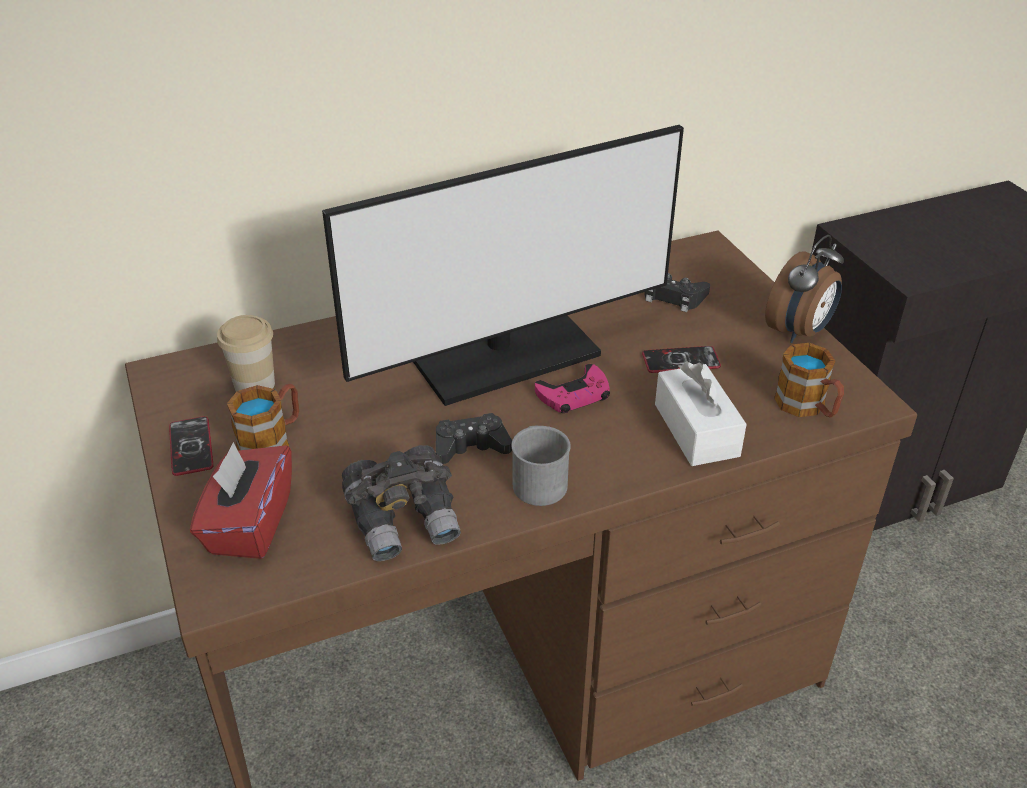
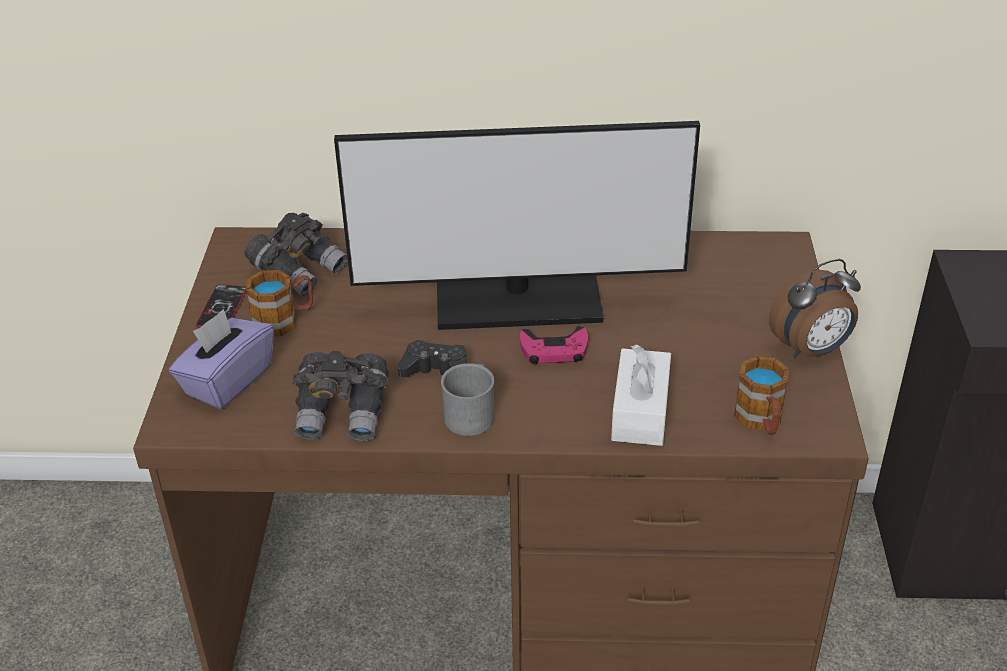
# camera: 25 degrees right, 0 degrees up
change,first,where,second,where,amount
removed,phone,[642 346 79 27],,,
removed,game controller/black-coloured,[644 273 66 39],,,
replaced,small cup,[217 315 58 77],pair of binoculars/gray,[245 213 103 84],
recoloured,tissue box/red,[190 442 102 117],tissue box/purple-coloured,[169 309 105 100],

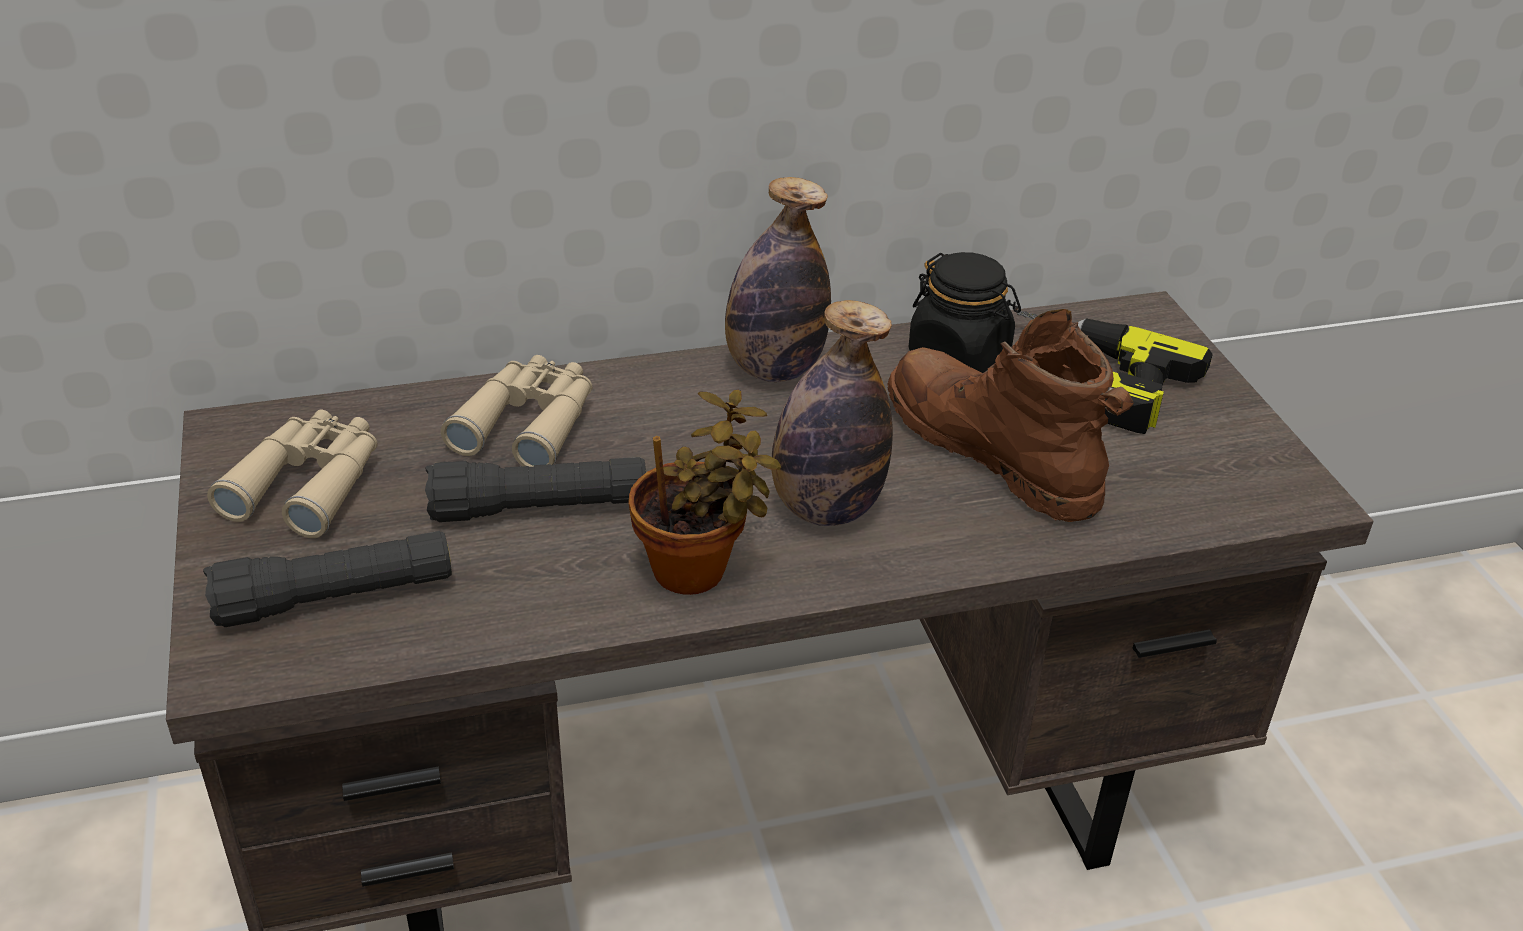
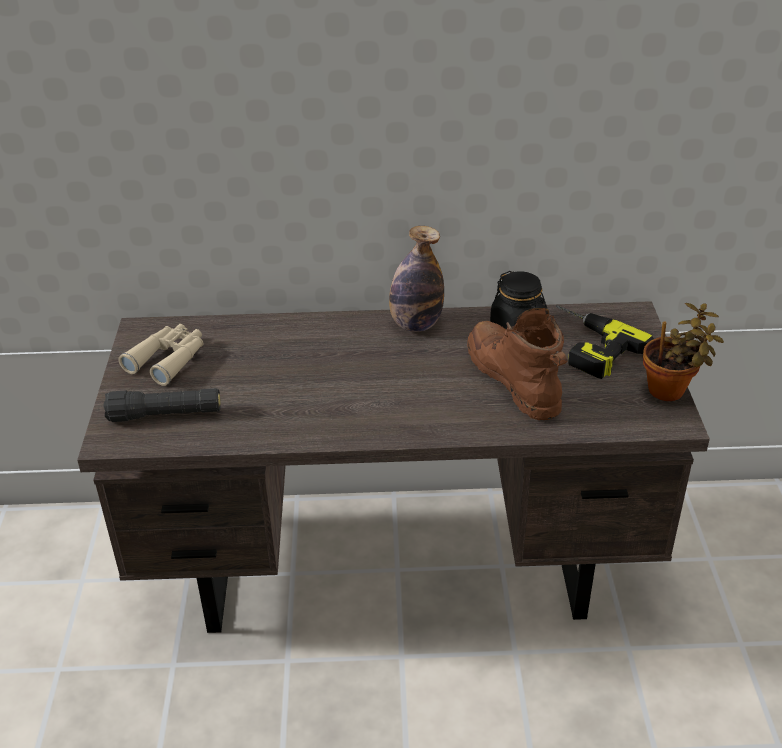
# camera: 15 degrees right, 0 degrees up
change,first,where,second,where,amount
removed,flashlight/black-coloured,[425 457 221 65],,,
removed,pair of binoculars/sand-coloured,[441 355 152 112],,,
removed,beverage bottle,[772 300 121 226],,,
moved,potted plant,[628 390 153 205],,[643 303 81 98],

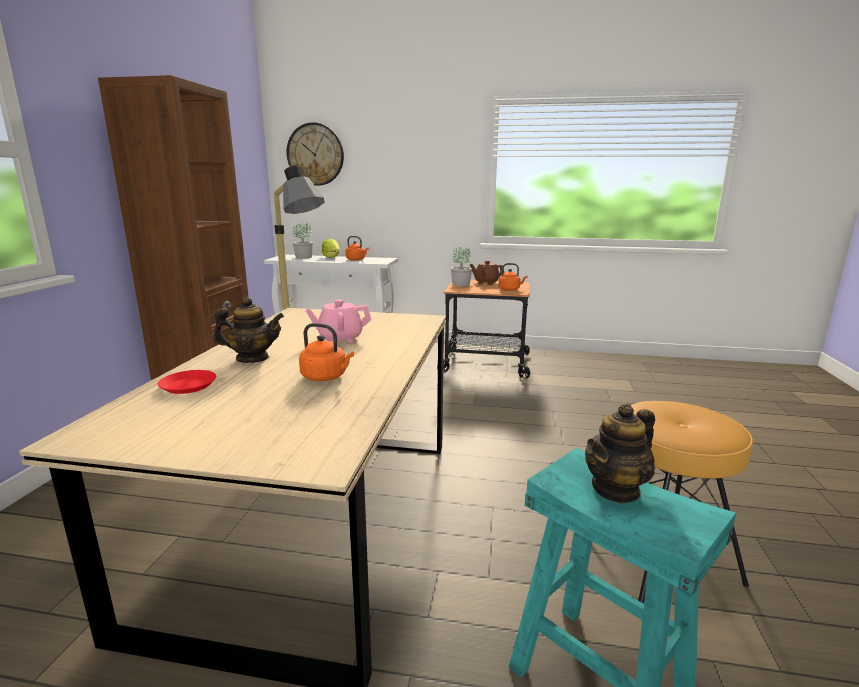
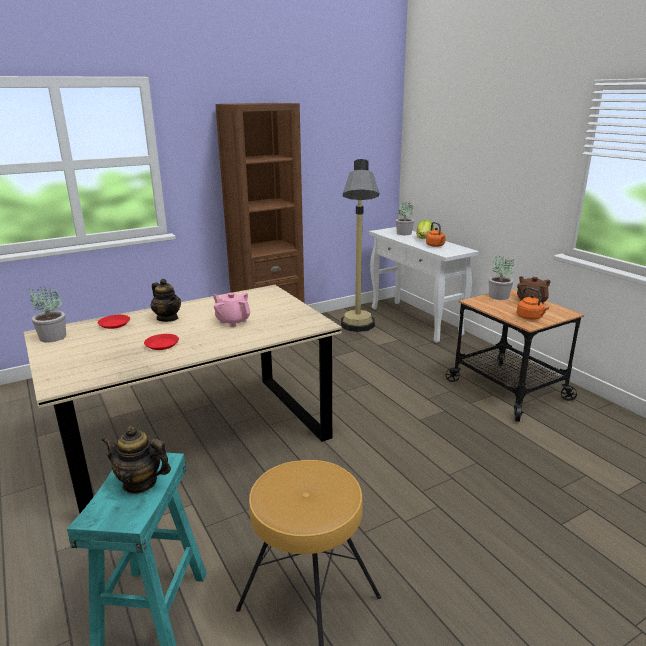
# camera: 50 degrees right, 5 degrees up
change,first,where,second,where,amount
removed,hanging clock,[287 122 57 64],,,
added,,,potted plant,[29 286 37 57],
replaced,water kettle/orange-coloured,[299 323 55 58],dinner plate/red,[144 334 35 16],

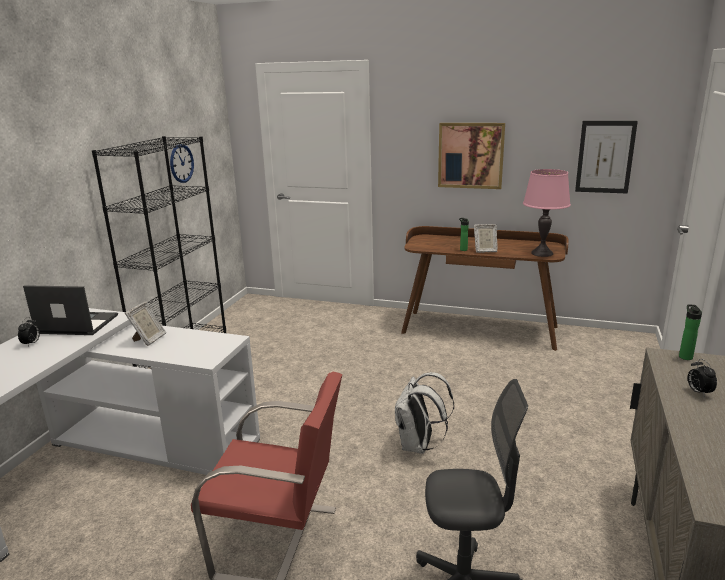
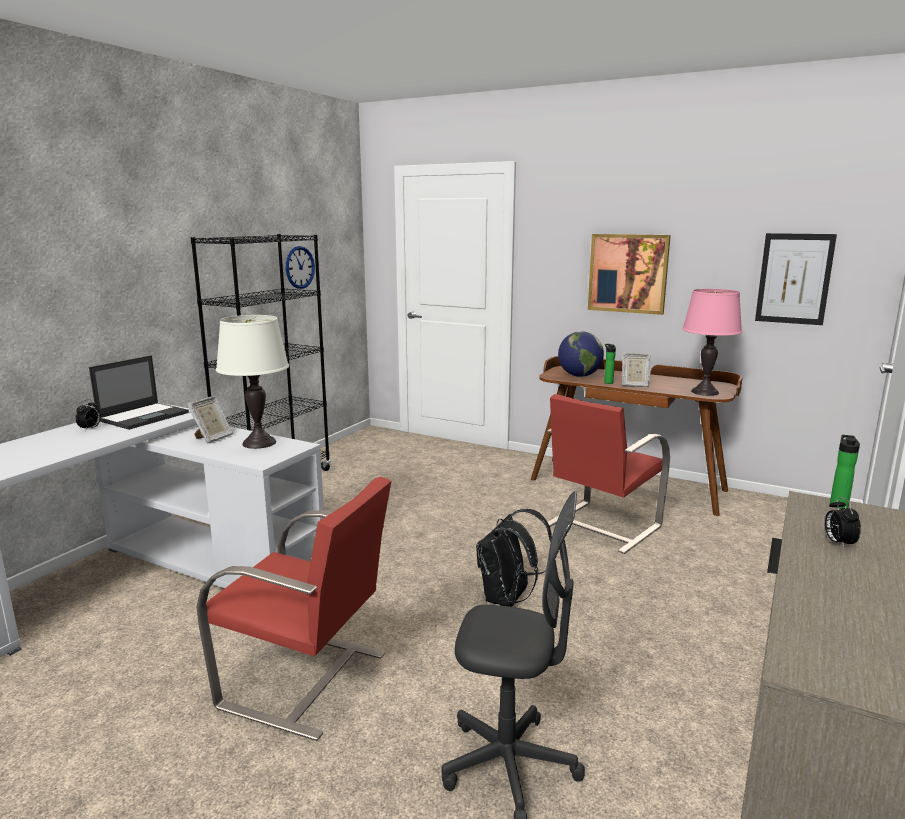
# camera: 10 degrees right, 5 degrees down
change,first,where,second,where,amount
added,,,table lamp/whitish,[216 315 73 134],
added,,,upright chair/red,[544 394 126 160],
added,,,desk globe,[558 331 46 46],
recoloured,knapsack/whitish,[395 372 59 82],knapsack/black-coloured,[476 509 76 98],
turned,notebook computer,[23 285 95 50],,[89 355 100 75],105 degrees clockwise

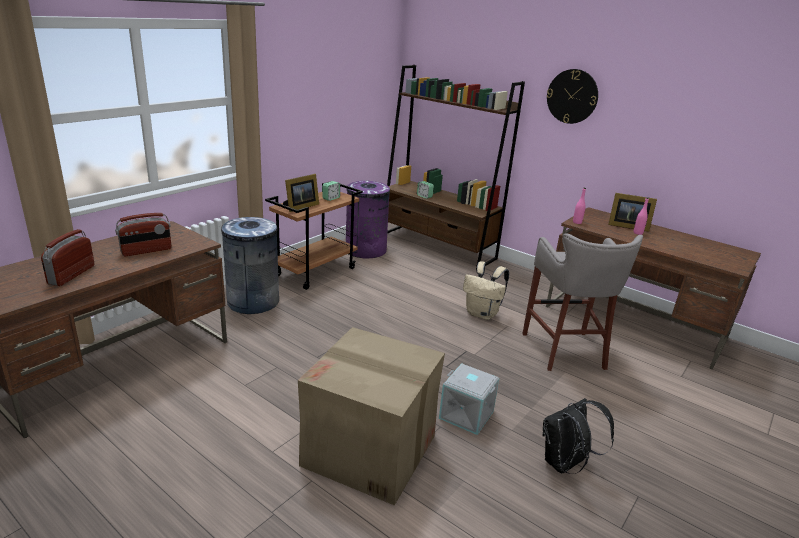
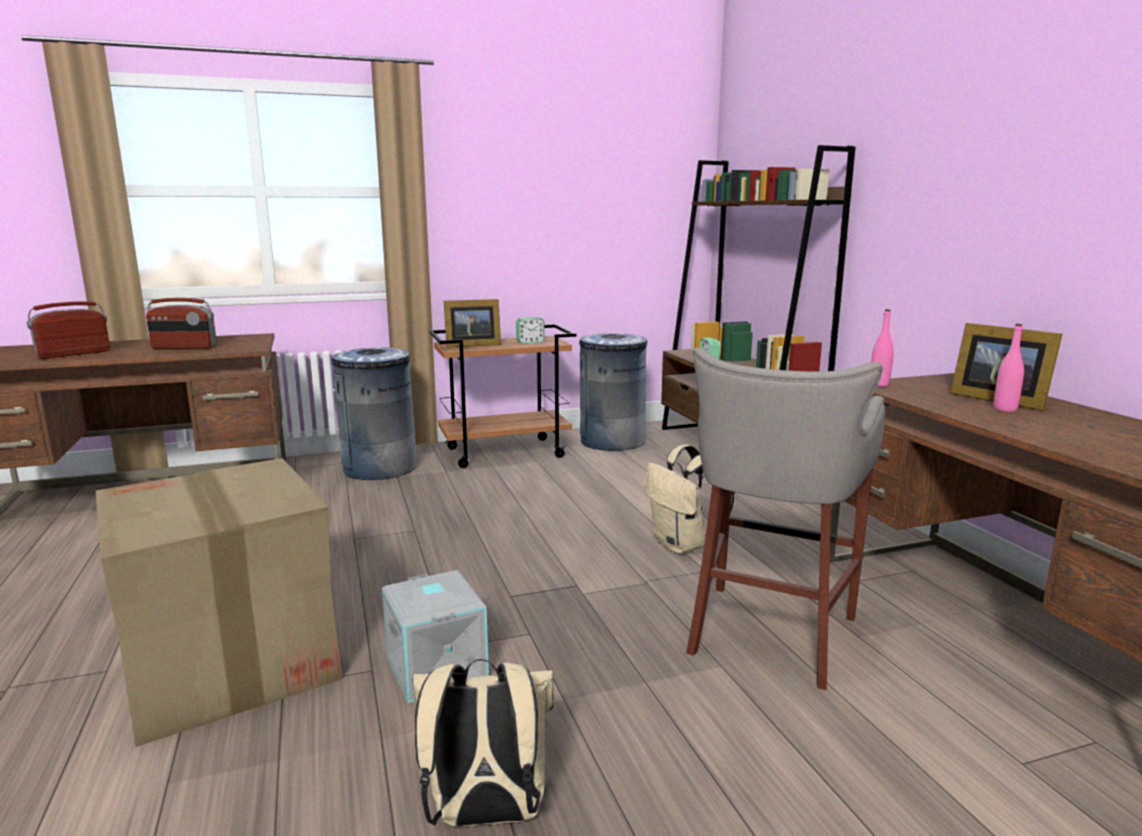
# camera: 35 degrees right, 10 degrees down
change,first,where,second,where,amount
removed,hanging clock,[547 69 51 55],,,
recoloured,trash can/purple-coloured,[346 181 44 78],trash can/gray,[579 333 68 118],
recoloured,knapsack/black-coloured,[542 398 72 76],knapsack/sand-coloured,[412 659 142 168],

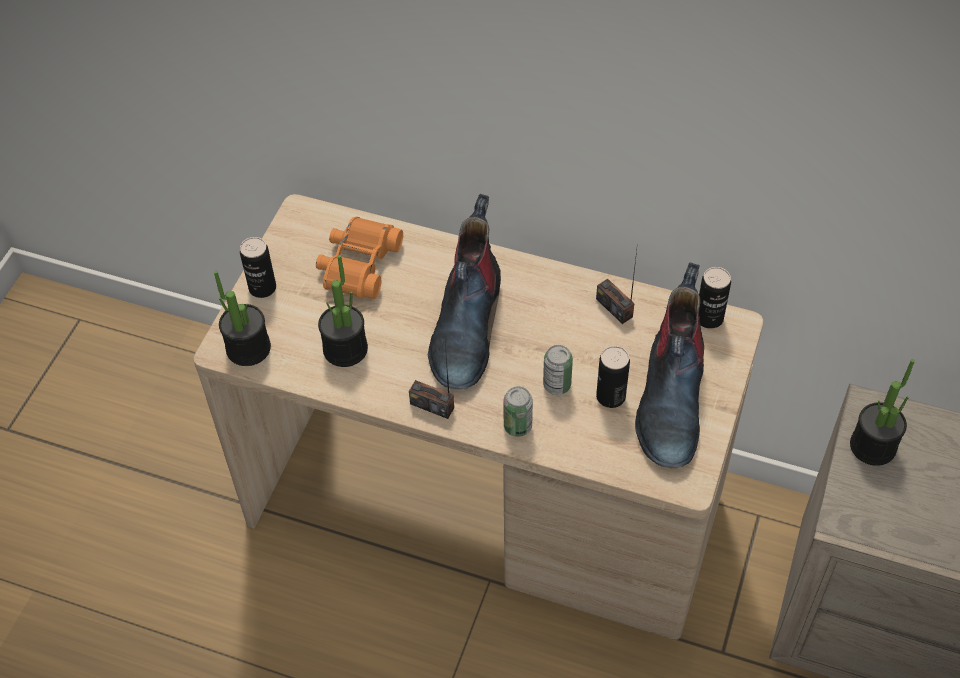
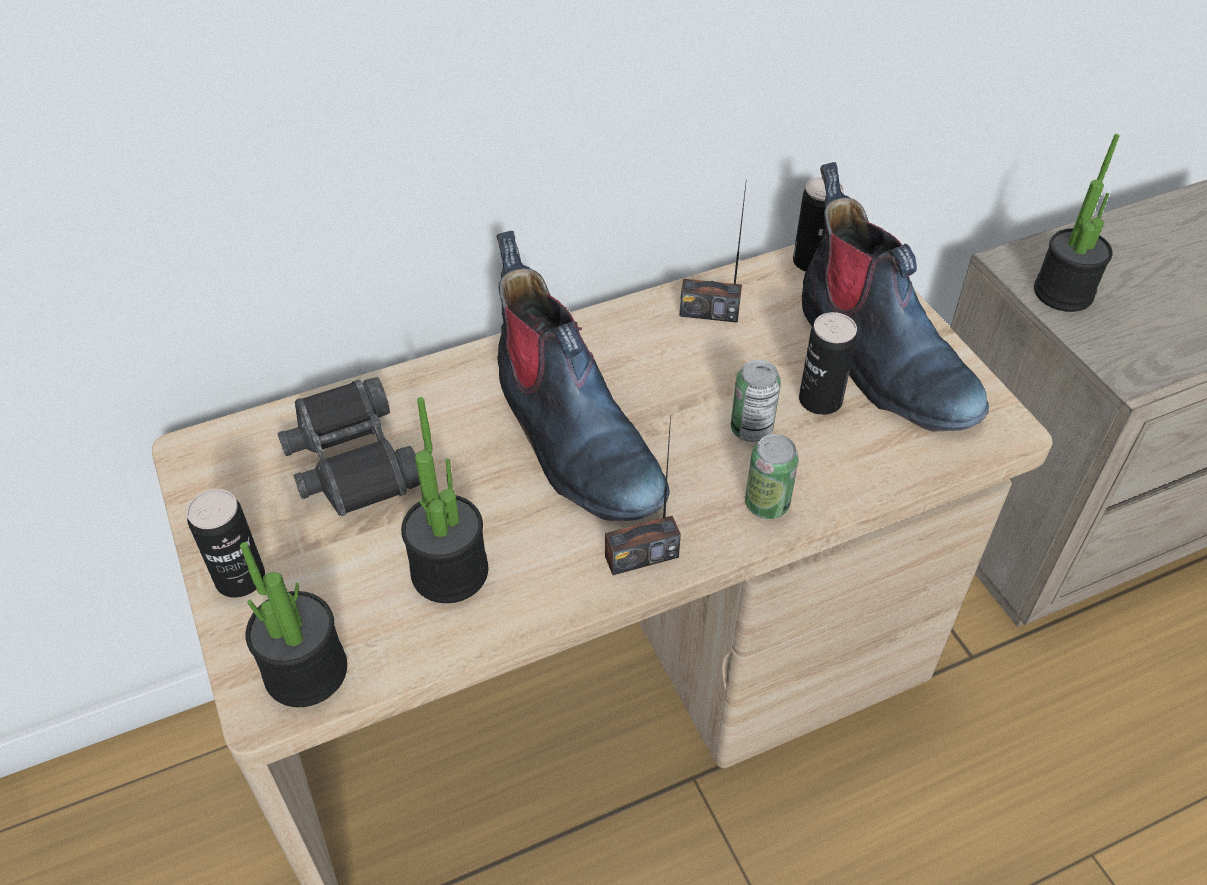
# camera: 45 degrees left, 5 degrees down
change,first,where,second,where,amount
recoloured,pair of binoculars/orange-coloured,[316 216 87 83],pair of binoculars/black-coloured,[278 377 142 139],

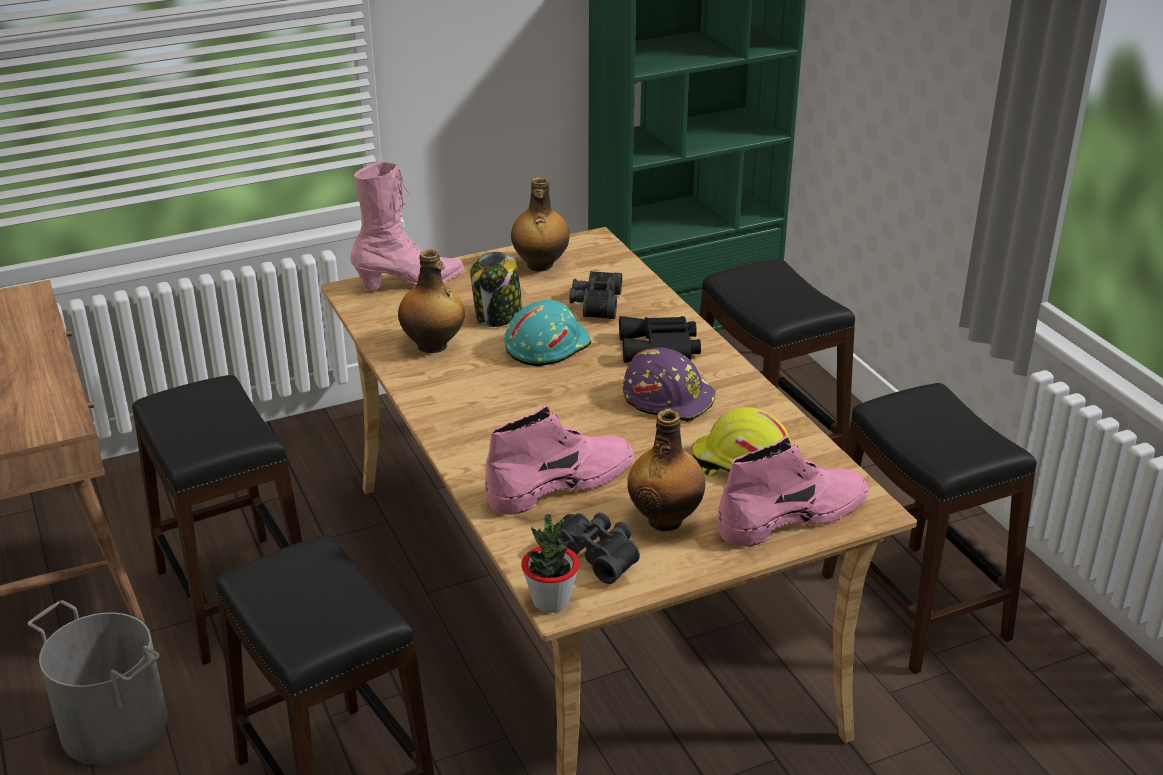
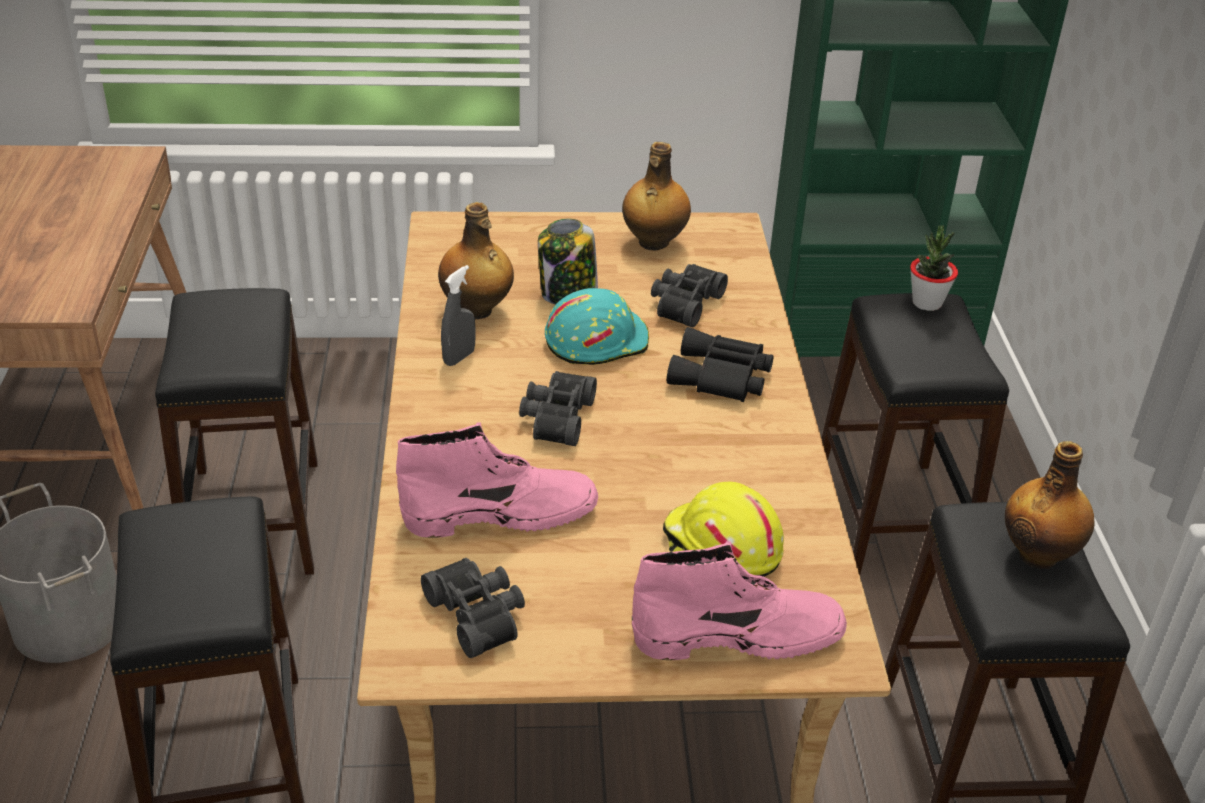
# camera: 20 degrees right, 5 degrees up
change,first,where,second,where,amount
removed,tall boot/pinkish,[351 162 113 127],,,
removed,work helmet/purple-coloured,[623 347 93 75],,,
added,,,sprayer/gray,[441 265 35 101],
added,,,pair of binoculars/black-coloured,[519 371 78 75],
moved,potted plant,[521 514 59 99],,[910 225 48 86],
moved,beverage bottle,[627 410 79 121],,[1005 441 90 128],

